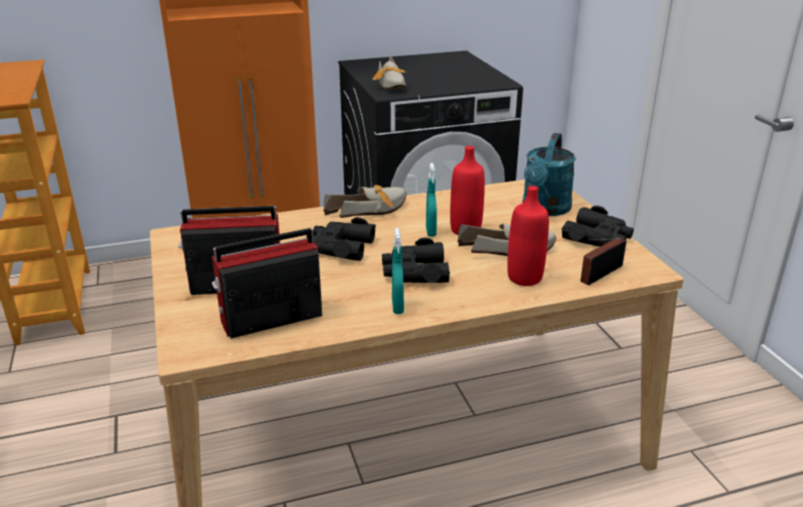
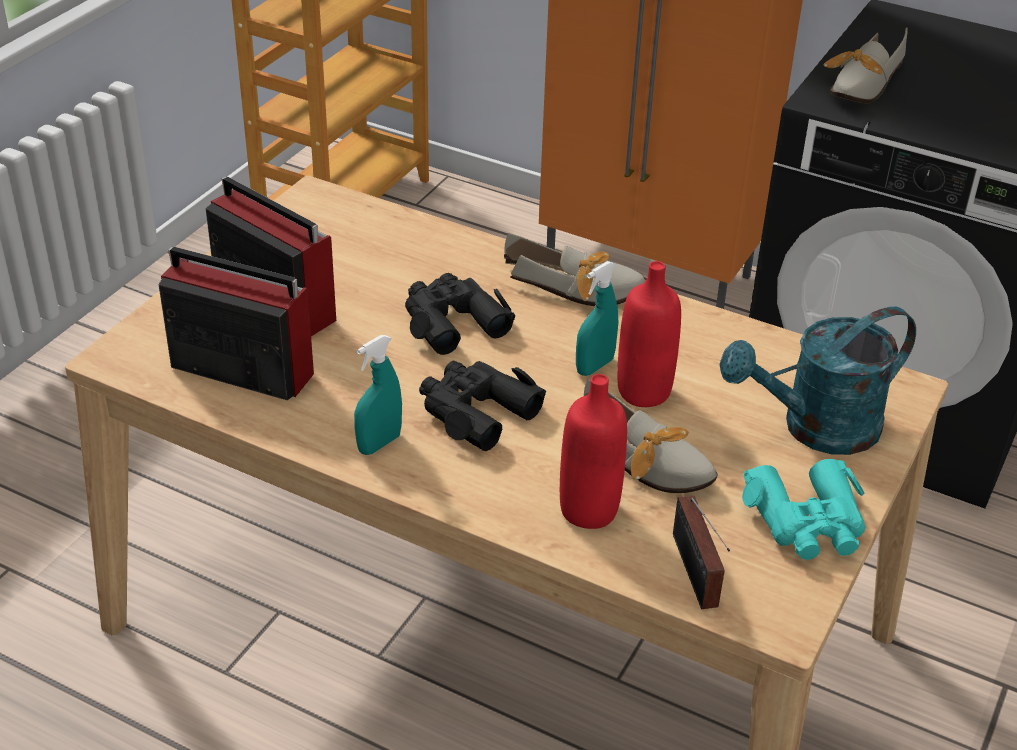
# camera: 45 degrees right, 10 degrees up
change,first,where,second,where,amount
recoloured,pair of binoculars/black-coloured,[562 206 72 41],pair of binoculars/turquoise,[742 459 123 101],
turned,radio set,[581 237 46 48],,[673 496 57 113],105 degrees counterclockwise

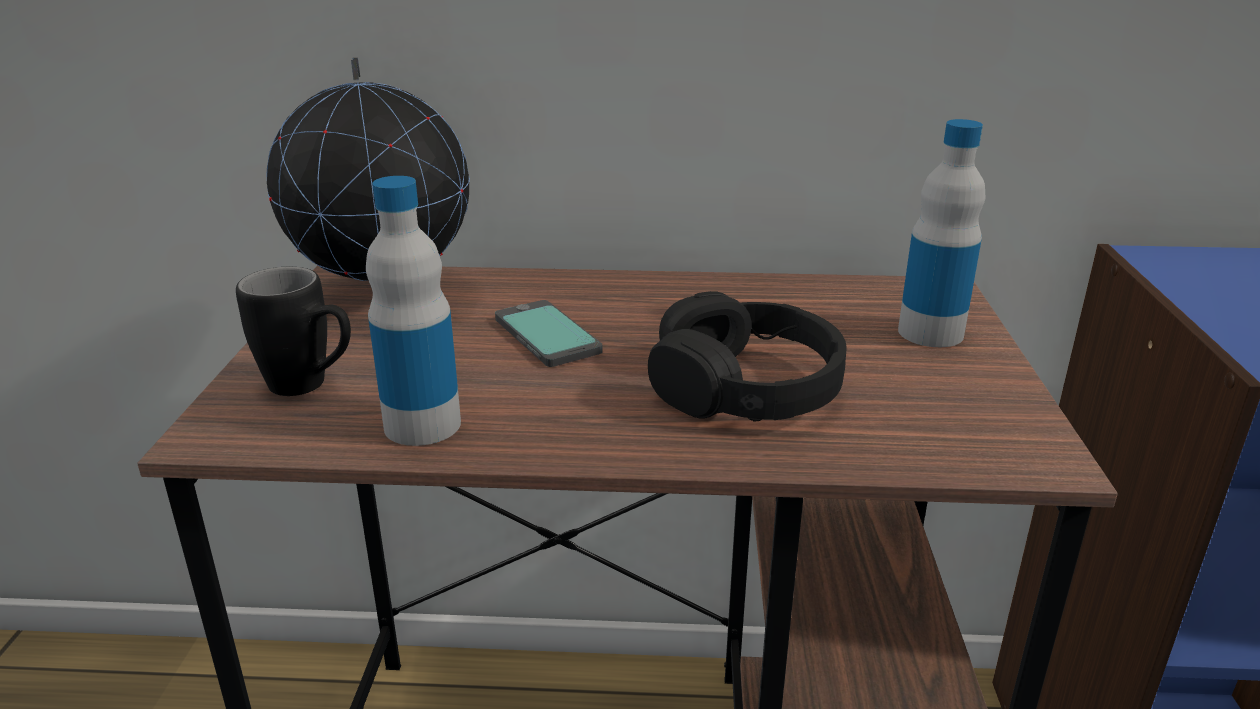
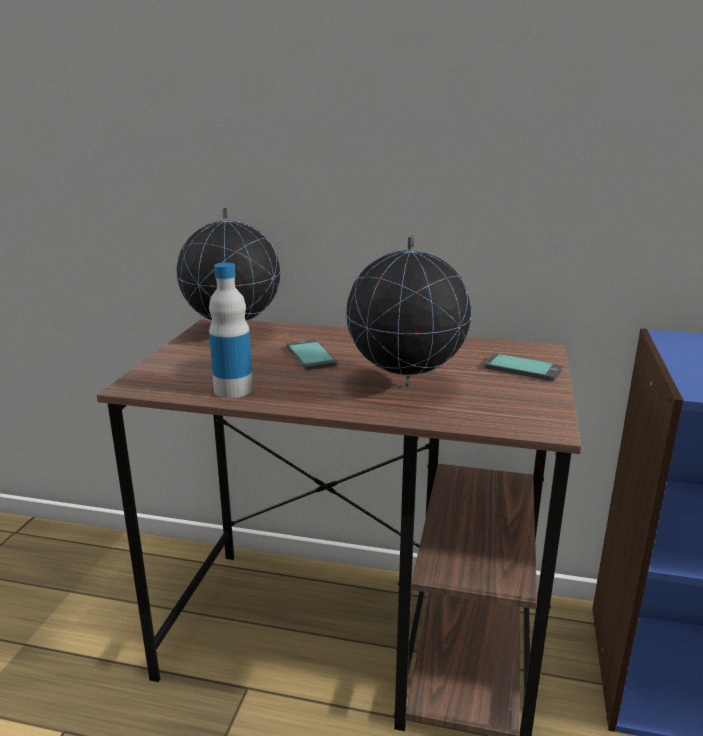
# camera: 10 degrees right, 5 degrees down
change,first,where,second,where,amount
removed,coffee mug/black-coloured,[236 267 115 129],,,
replaced,headphones/black-coloured,[648 291 199 131],desk globe,[345 235 126 152],
replaced,beverage bottle,[898 119 87 228],phone,[484 353 79 28],

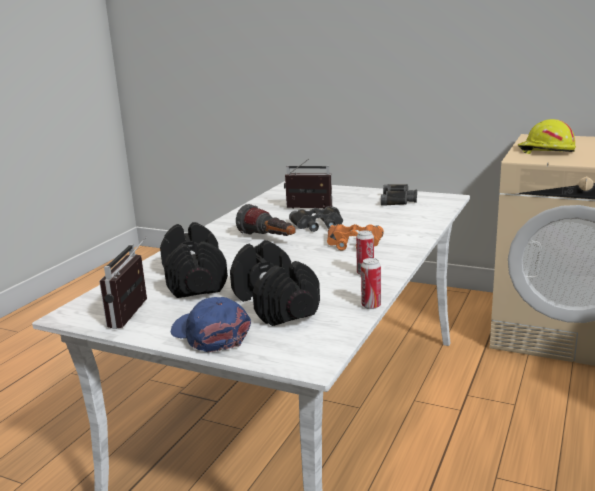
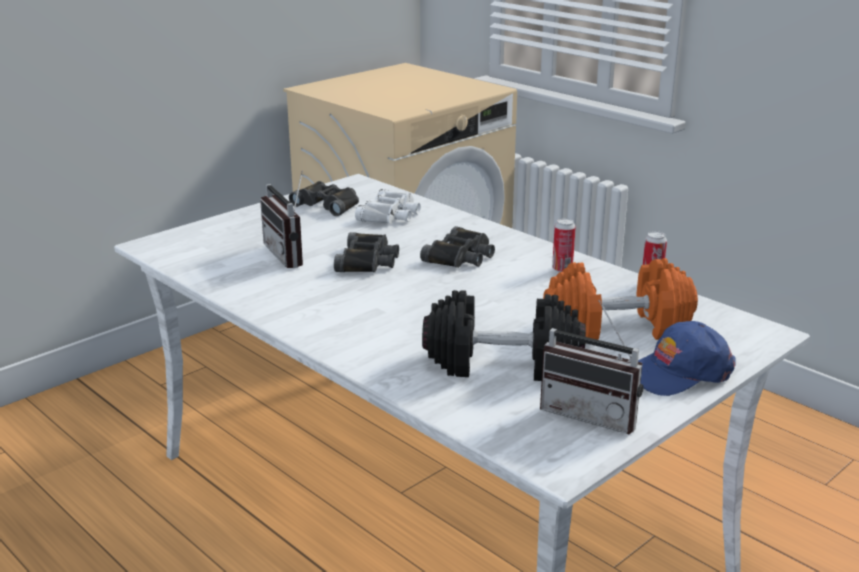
# camera: 70 degrees left, 5 degrees up
change,first,where,second,where,amount
removed,flashlight,[236 204 60 32],,,
removed,work helmet/yellowish,[518 119 58 35],,,
added,,,pair of binoculars/whitish,[355 189 66 35],
recoloured,free weight/black-coloured,[230 240 90 86],free weight/orange-coloured,[543 258 155 82],
recoloured,pair of binoculars/orange-coloured,[327 224 57 27],pair of binoculars/black-coloured,[420 226 75 42],
turned,radio set,[284 159 48 50],,[260 171 43 97],60 degrees counterclockwise

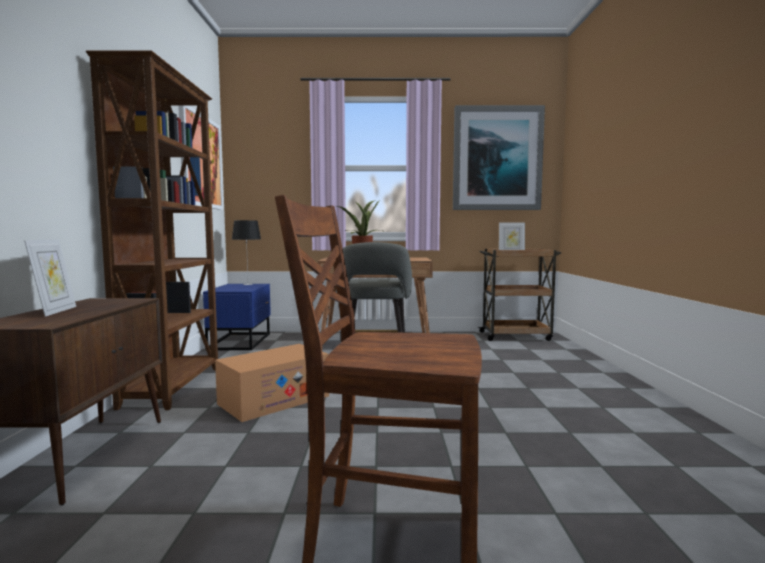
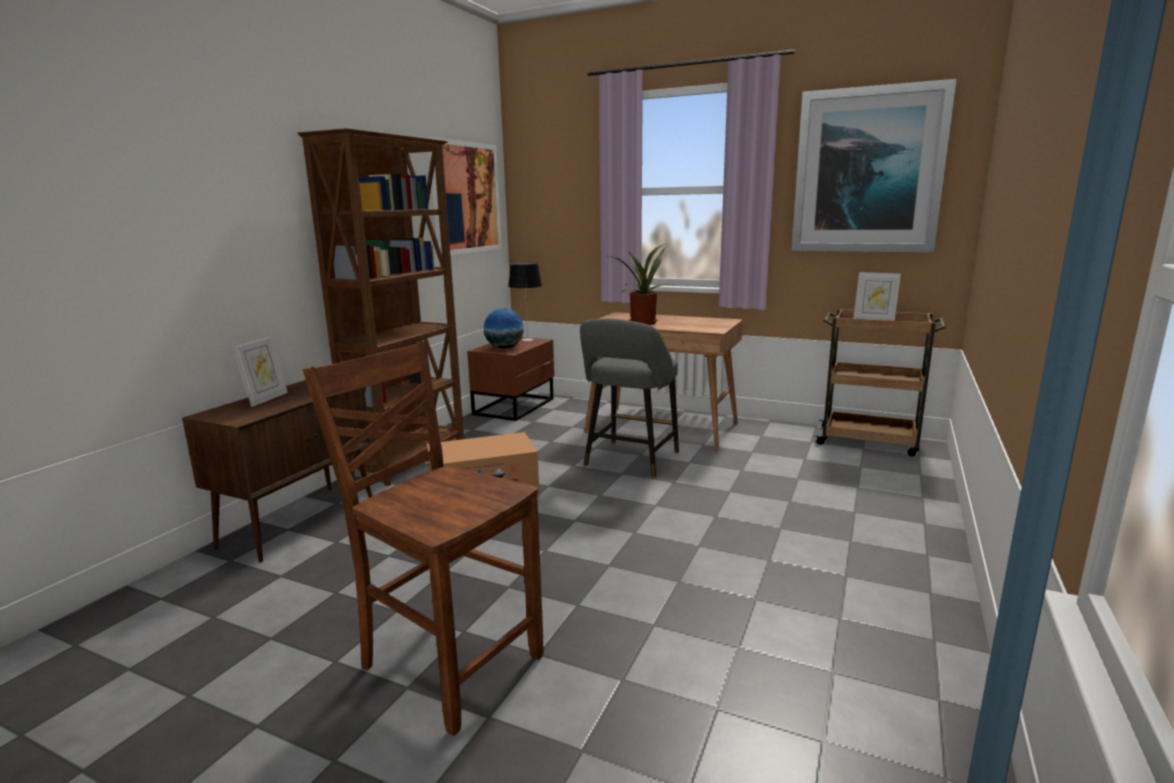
# camera: 25 degrees right, 10 degrees up
change,first,where,second,where,amount
added,,,desk globe,[483 308 41 41],
recoloured,night table/blue,[203 284 68 66],night table/brown,[467 337 87 84],

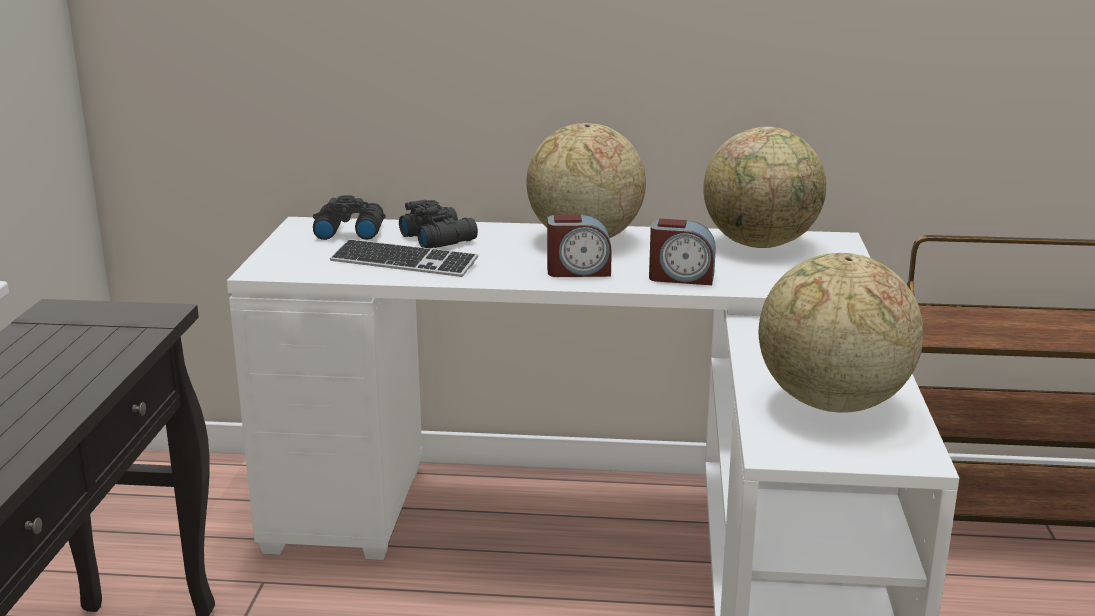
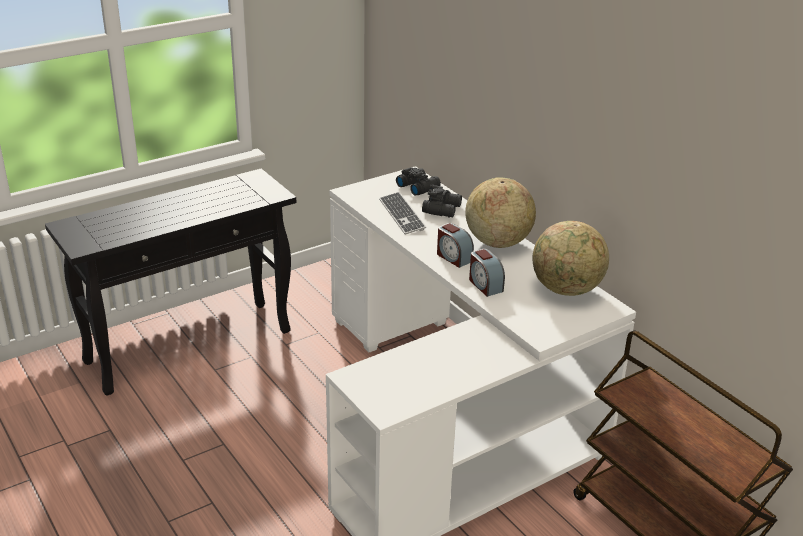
# camera: 50 degrees right, 10 degrees up
change,first,where,second,where,amount
removed,desk globe,[759 253 164 160],,,

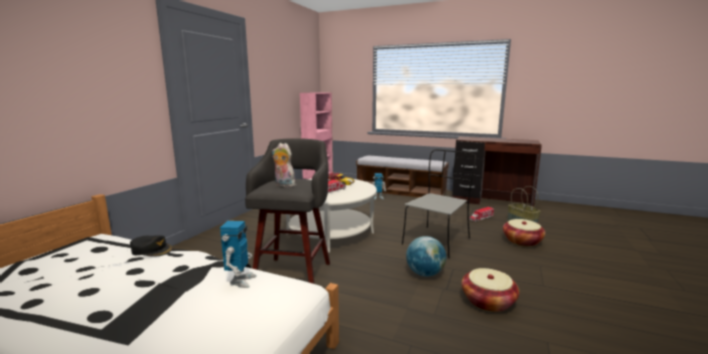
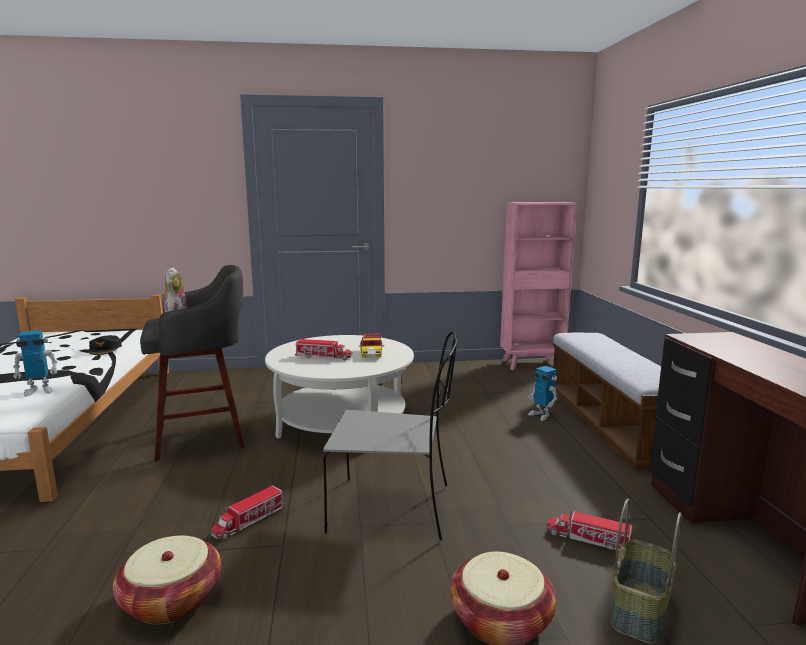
# camera: 60 degrees right, 0 degrees up
change,first,where,second,where,amount
replaced,desk globe,[406 236 40 41],model truck,[211 486 73 54],

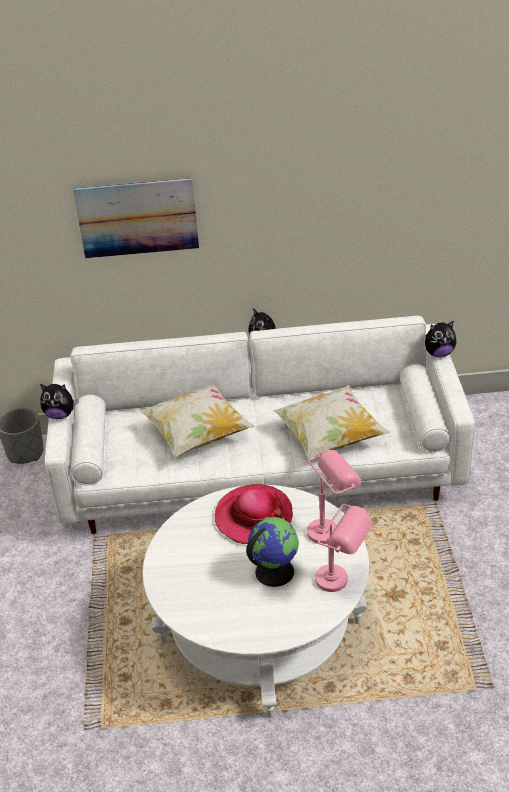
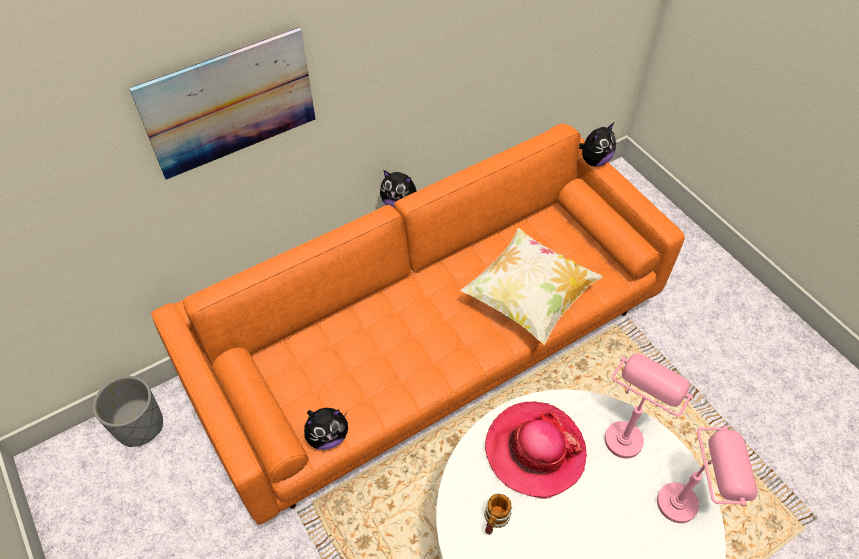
# camera: 30 degrees left, 15 degrees up
change,first,where,second,where,amount
removed,cushion,[140 385 114 72],,,
removed,desk globe,[246 517 53 70],,,
added,,,coffee mug,[484 493 28 42],
moved,plush toy,[40 384 38 35],,[304 408 44 42],
recoloured,couch/whitish,[45 316 430 218],couch/orange-coloured,[151 123 534 402],

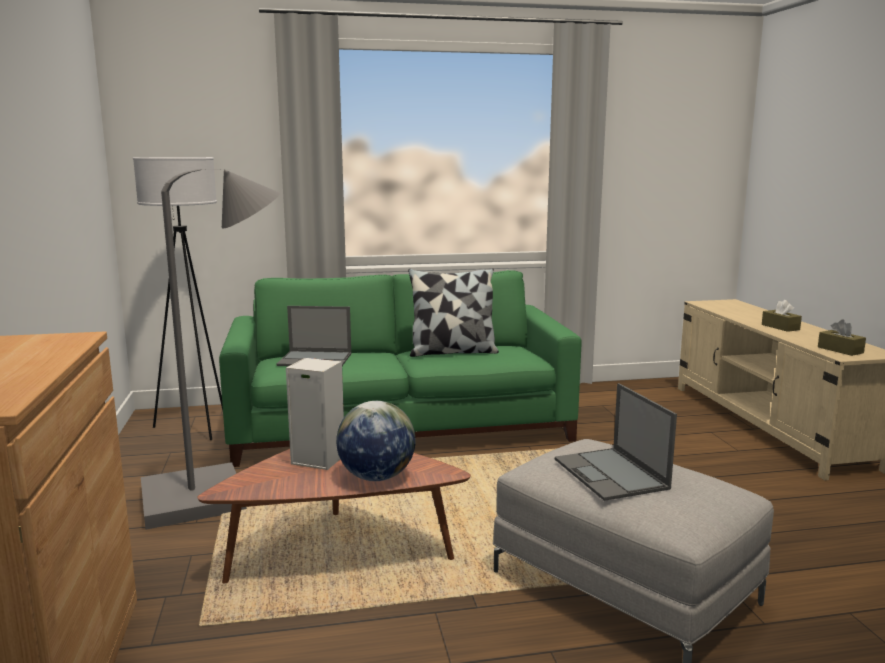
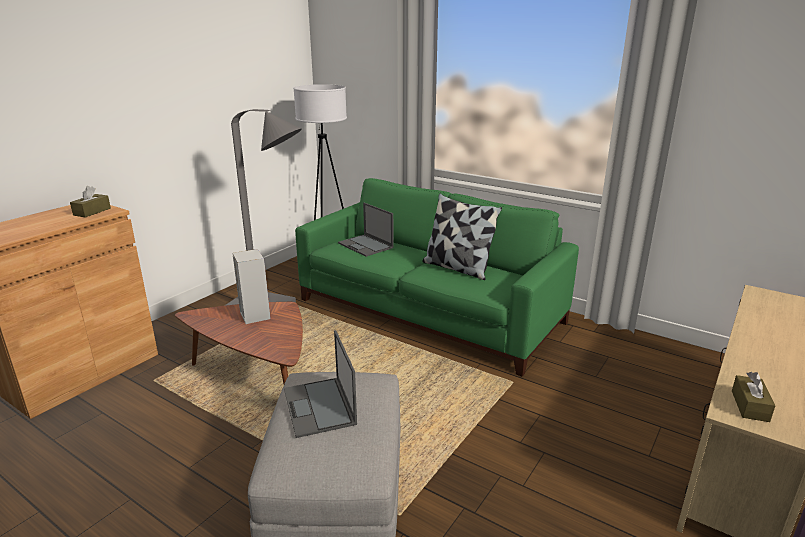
# camera: 45 degrees right, 10 degrees up
change,first,where,second,where,amount
removed,desk globe,[336 401 80 80],,,
moved,tissue box/brown,[762 300 40 32],,[70 186 41 32],
turned,notebook computer,[555 383 122 118],,[284 330 73 108],45 degrees counterclockwise

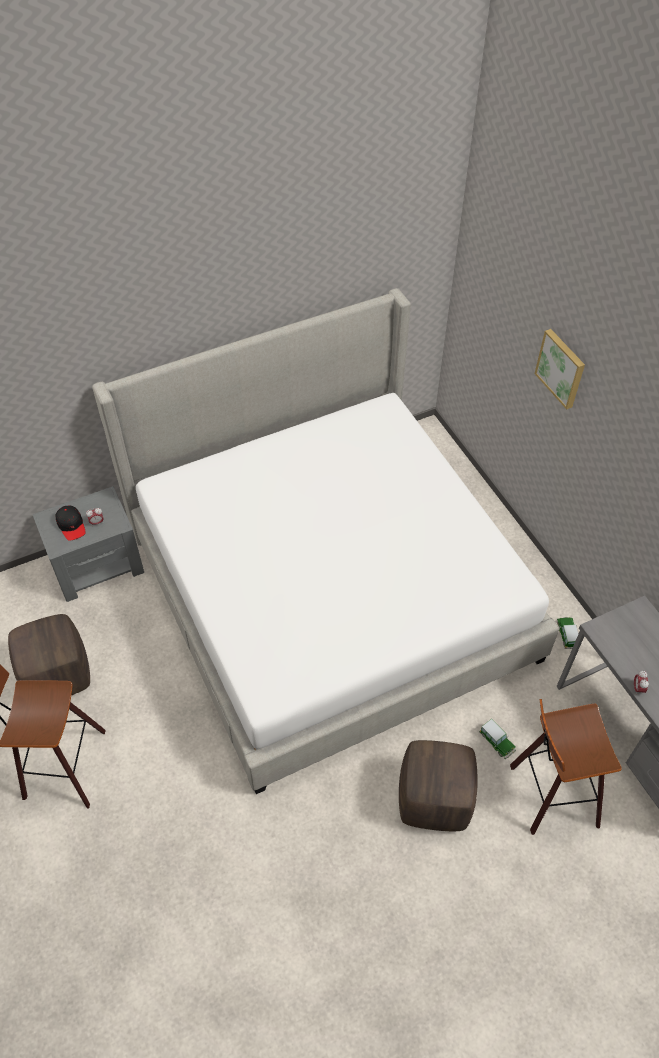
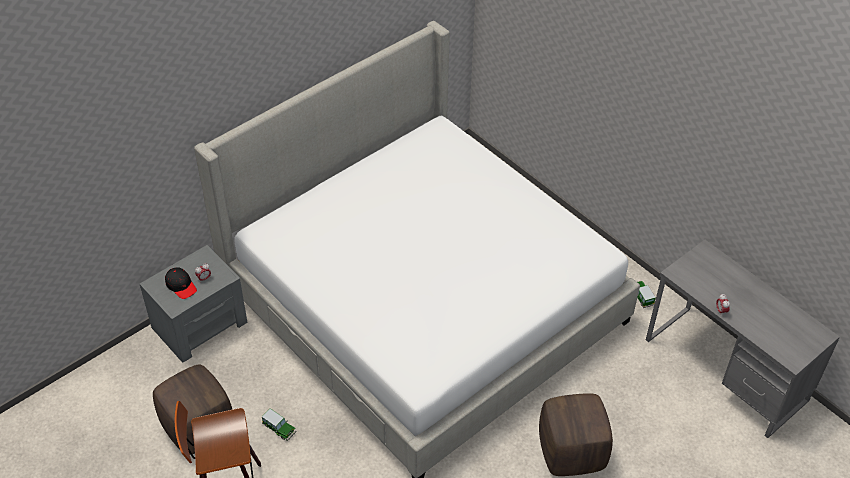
# camera: 15 degrees left, 5 degrees down
change,first,where,second,where,amount
removed,stool seat,[510 699 112 136],,,
removed,picture,[534 329 51 81],,,
moved,miniature car,[479 719 37 40],,[262 408 34 33],

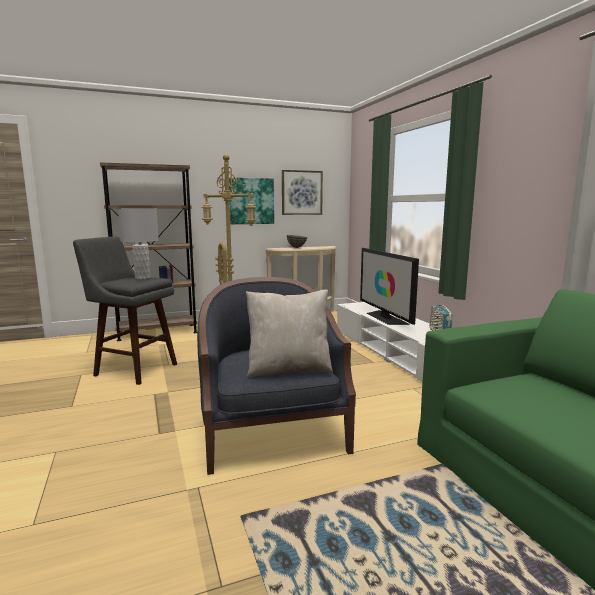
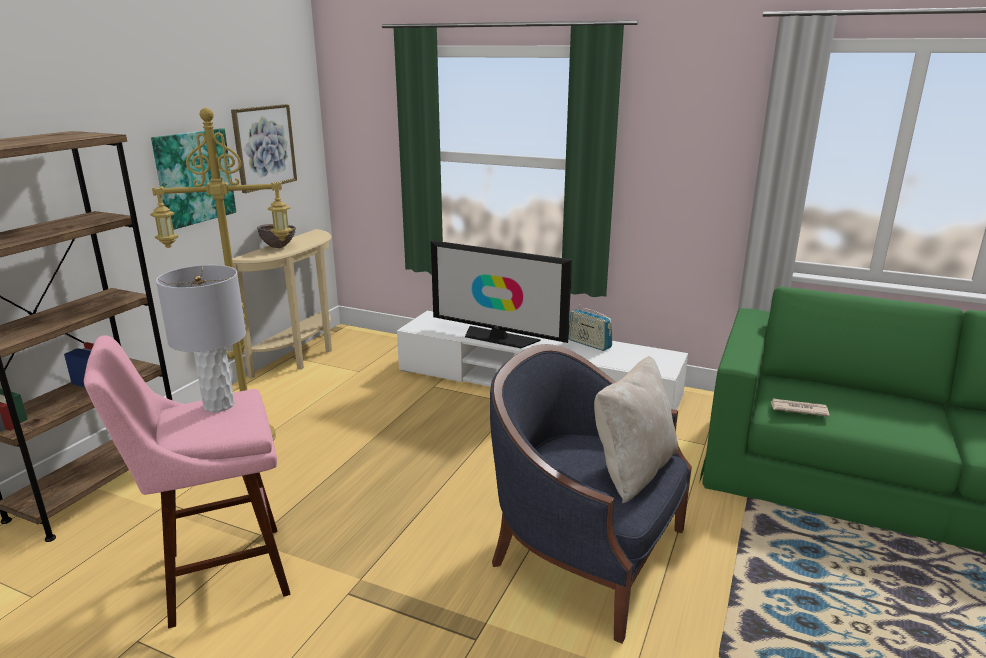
# camera: 45 degrees left, 10 degrees up
change,first,where,second,where,amount
added,,,daily paper,[770 399 59 18],
recoloured,stool seat/gray,[73 236 104 149],stool seat/pinkish,[84 335 207 294],

